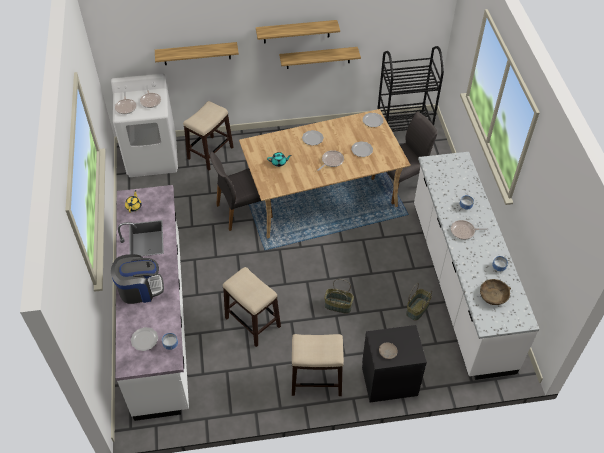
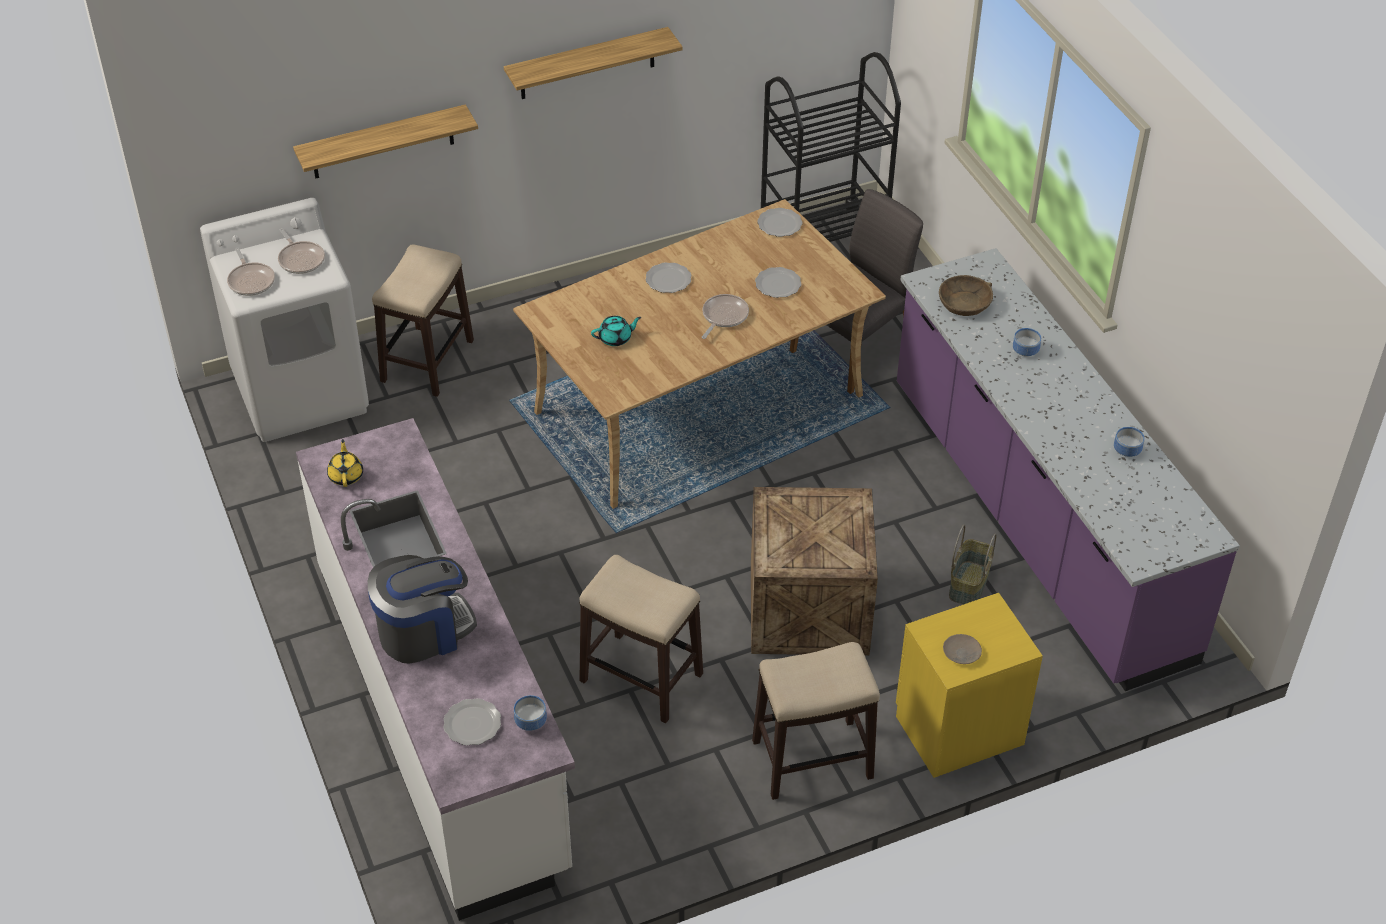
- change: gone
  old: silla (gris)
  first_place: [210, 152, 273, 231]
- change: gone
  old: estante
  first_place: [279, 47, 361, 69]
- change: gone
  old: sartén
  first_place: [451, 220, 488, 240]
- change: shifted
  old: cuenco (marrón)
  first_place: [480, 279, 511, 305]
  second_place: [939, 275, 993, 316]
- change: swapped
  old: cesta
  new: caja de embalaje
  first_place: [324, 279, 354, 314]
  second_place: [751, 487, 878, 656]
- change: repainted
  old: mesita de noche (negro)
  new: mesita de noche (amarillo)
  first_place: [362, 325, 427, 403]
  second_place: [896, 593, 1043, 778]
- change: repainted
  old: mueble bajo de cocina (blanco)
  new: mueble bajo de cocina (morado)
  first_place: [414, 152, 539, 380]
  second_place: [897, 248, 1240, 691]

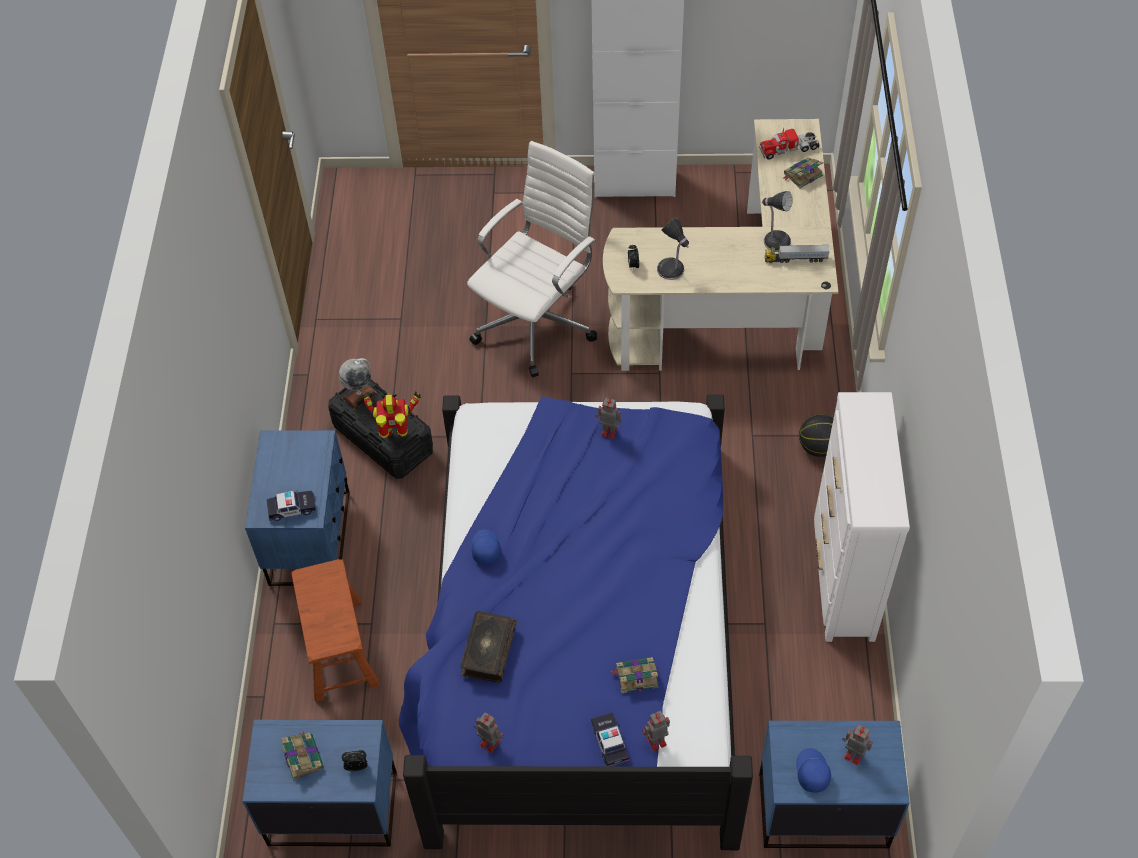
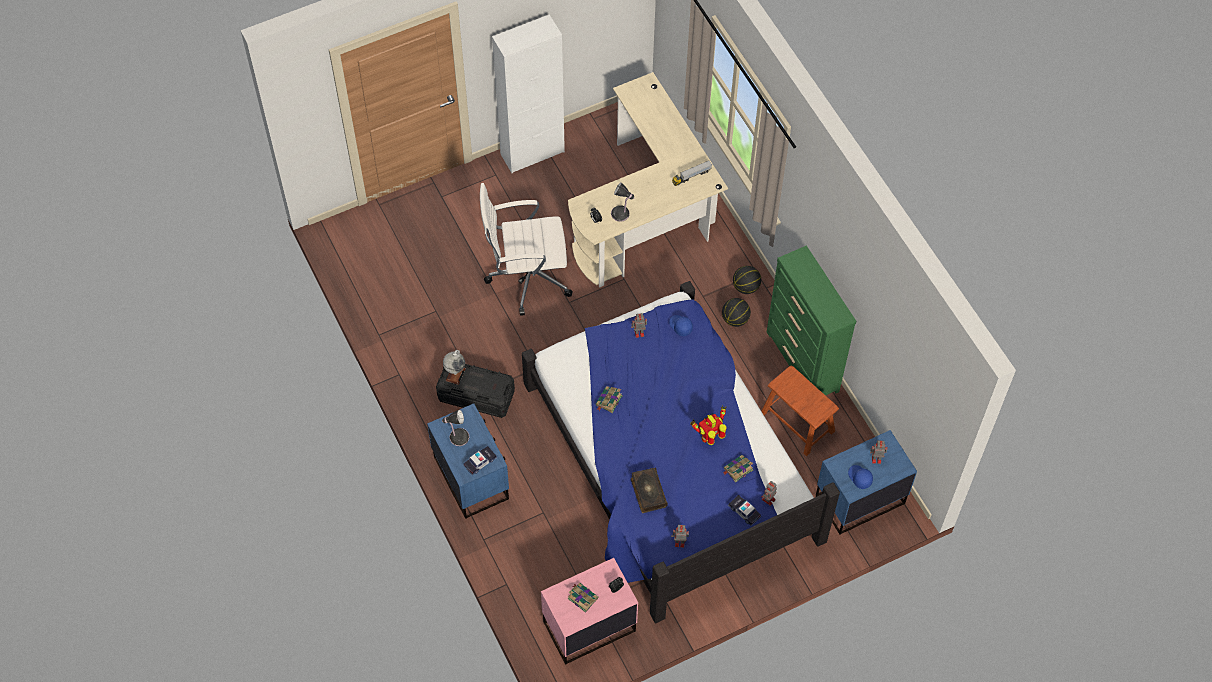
- change: gone
  old: camión de juguete
  first_place: [759, 127, 820, 159]
- change: new
  new: balón de baloncesto
  second_place: [722, 298, 751, 327]
- change: shifted
  old: taburete (marrón)
  first_place: [291, 559, 380, 702]
  second_place: [761, 366, 839, 456]
- change: shifted
  old: robot de juguete
  first_place: [363, 392, 421, 438]
  second_place: [690, 406, 727, 445]
- change: shifted
  old: gorra (azul)
  first_place: [472, 529, 501, 566]
  second_place: [669, 315, 693, 336]
- change: shifted
  old: lámpara de mesa
  first_place: [762, 191, 793, 252]
  second_place: [442, 410, 469, 446]
- change: shifted
  old: libro
  first_place: [783, 157, 823, 189]
  second_place: [596, 386, 623, 413]
- change: repainted
  old: mesita de noche (azul)
  new: mesita de noche (rosa)
  first_place: [242, 720, 397, 847]
  second_place: [541, 558, 638, 664]
- change: repainted
  old: cómoda (blanco)
  new: cómoda (verde)
  first_place: [814, 392, 910, 642]
  second_place: [767, 245, 856, 395]
- change: rotated
  old: silla de oficina (blanco)
  first_place: [467, 141, 597, 377]
  second_place: [480, 183, 573, 316]
  degrees: -105

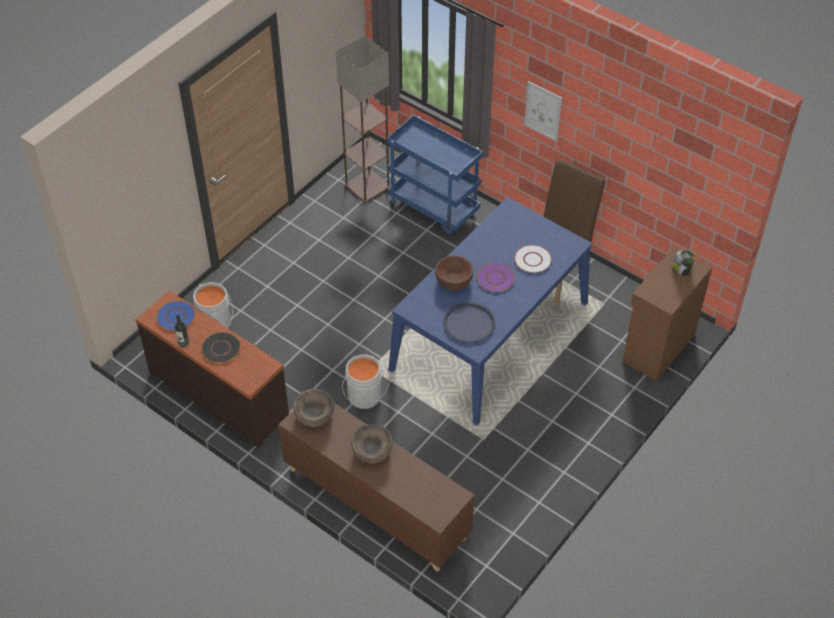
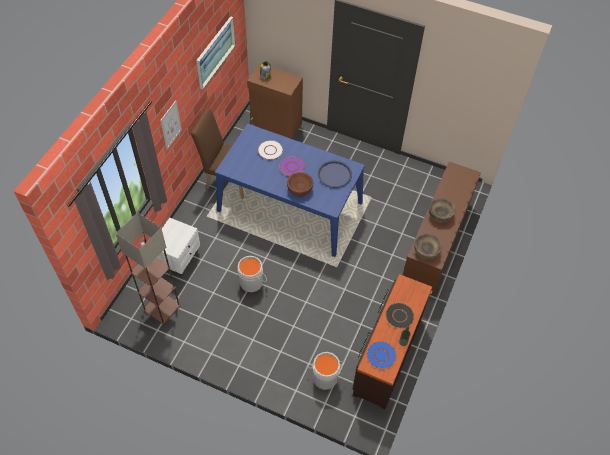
- change: new
  new: cuadro
  second_place: [196, 16, 236, 89]
- change: shifted
  old: cubo (gris)
  first_place: [342, 354, 390, 409]
  second_place: [238, 256, 267, 292]
- change: swapped
  old: carrito (azul)
  new: mesita de noche (blanco)
  first_place: [387, 115, 483, 236]
  second_place: [157, 218, 200, 276]

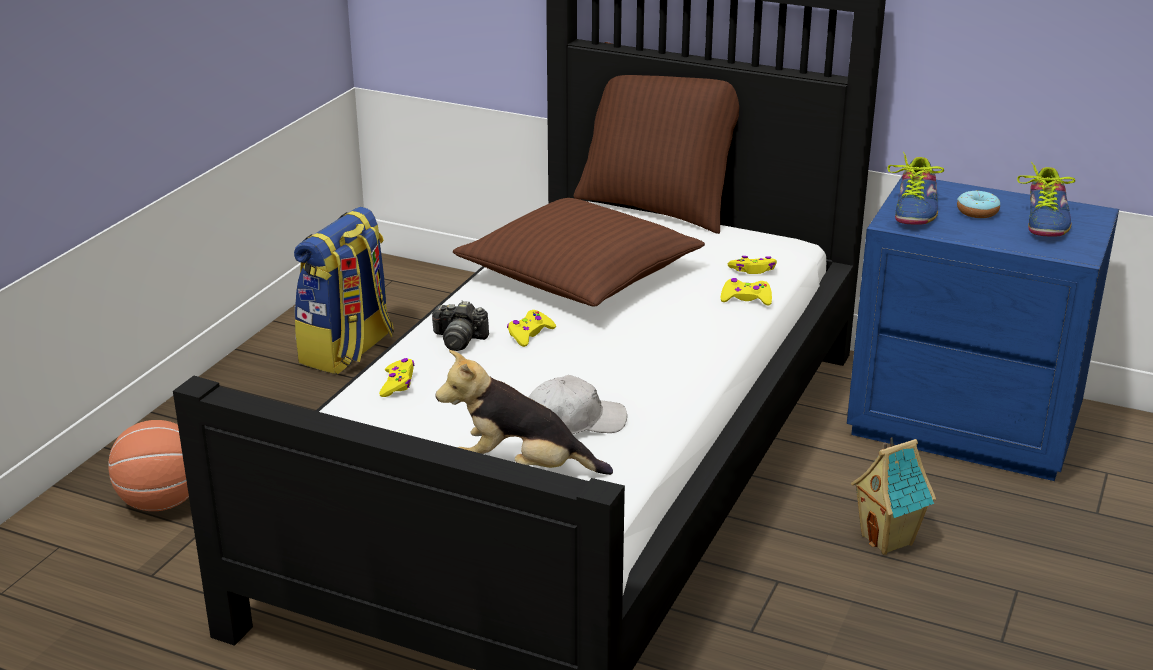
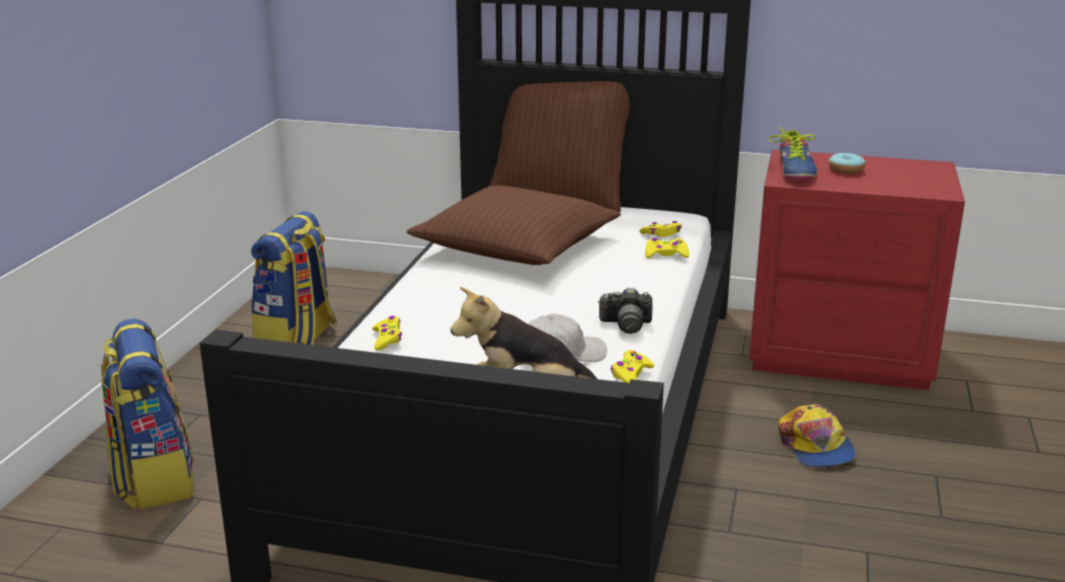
- change: gone
  old: zapato
  first_place: [1017, 162, 1075, 237]
- change: shifted
  old: cámara
  first_place: [431, 301, 489, 351]
  second_place: [598, 287, 653, 334]
- change: shifted
  old: mando de consola (amarillo)
  first_place: [507, 310, 556, 347]
  second_place: [611, 350, 654, 383]
- change: swapped
  old: balón de baloncesto
  new: mochila
  first_place: [108, 420, 189, 511]
  second_place: [101, 319, 194, 509]
- change: swapped
  old: casita
  new: gorra
  first_place: [851, 437, 936, 555]
  second_place: [778, 404, 856, 468]
- change: repainted
  old: mesita de noche (azul)
  new: mesita de noche (rojo)
  first_place: [846, 177, 1119, 481]
  second_place: [749, 149, 965, 390]

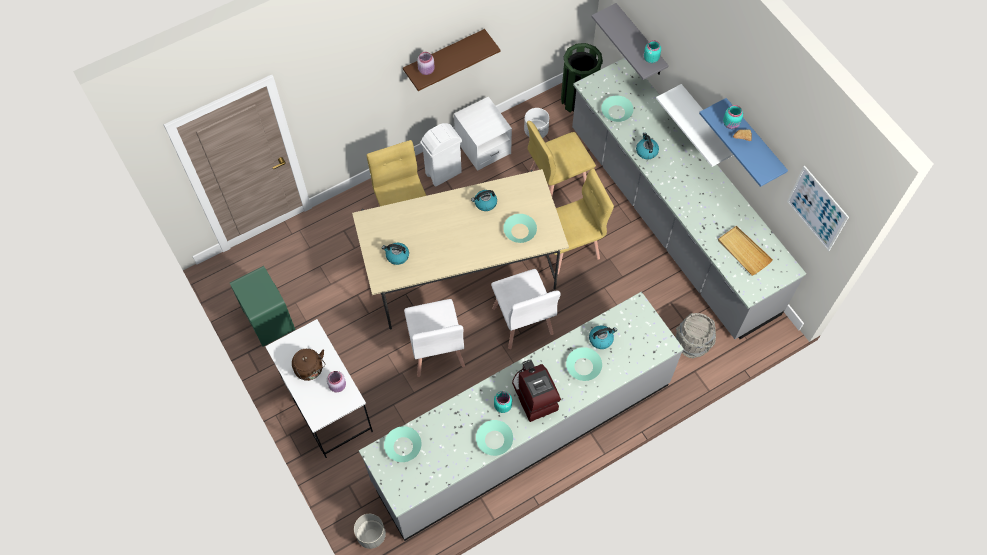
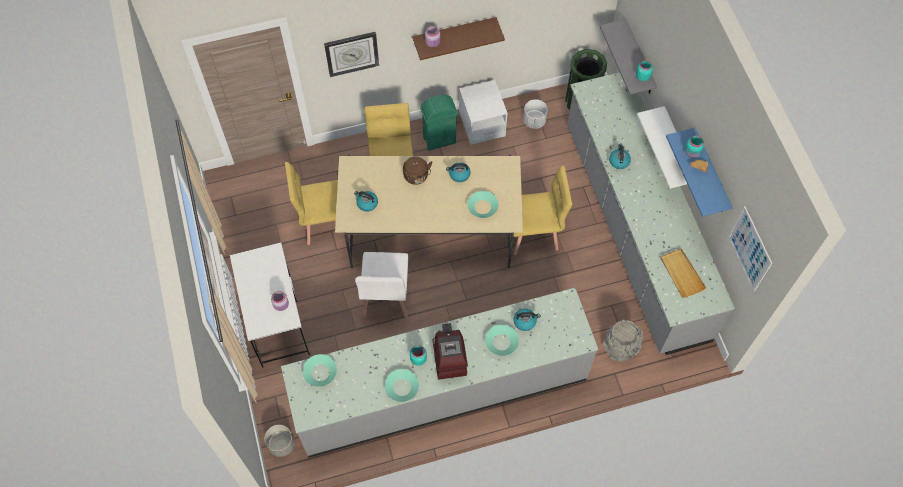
- change: gone
  old: mesita de noche (verde)
  first_place: [230, 266, 296, 347]
- change: gone
  old: silla (blanco)
  first_place: [491, 269, 561, 349]
- change: gone
  old: cuenco (turquesa)
  first_place: [601, 95, 633, 122]
- change: new
  new: reloj de pared
  second_place: [324, 32, 379, 77]
- change: shifted
  old: hervidor (marrón)
  first_place: [292, 349, 325, 381]
  second_place: [403, 156, 432, 185]
- change: shifted
  old: silla (amarillo)
  first_place: [527, 121, 596, 196]
  second_place: [285, 162, 351, 245]
- change: repainted
  old: papelera (blanco)
  new: papelera (verde)
  first_place: [420, 123, 462, 187]
  second_place: [420, 95, 458, 151]

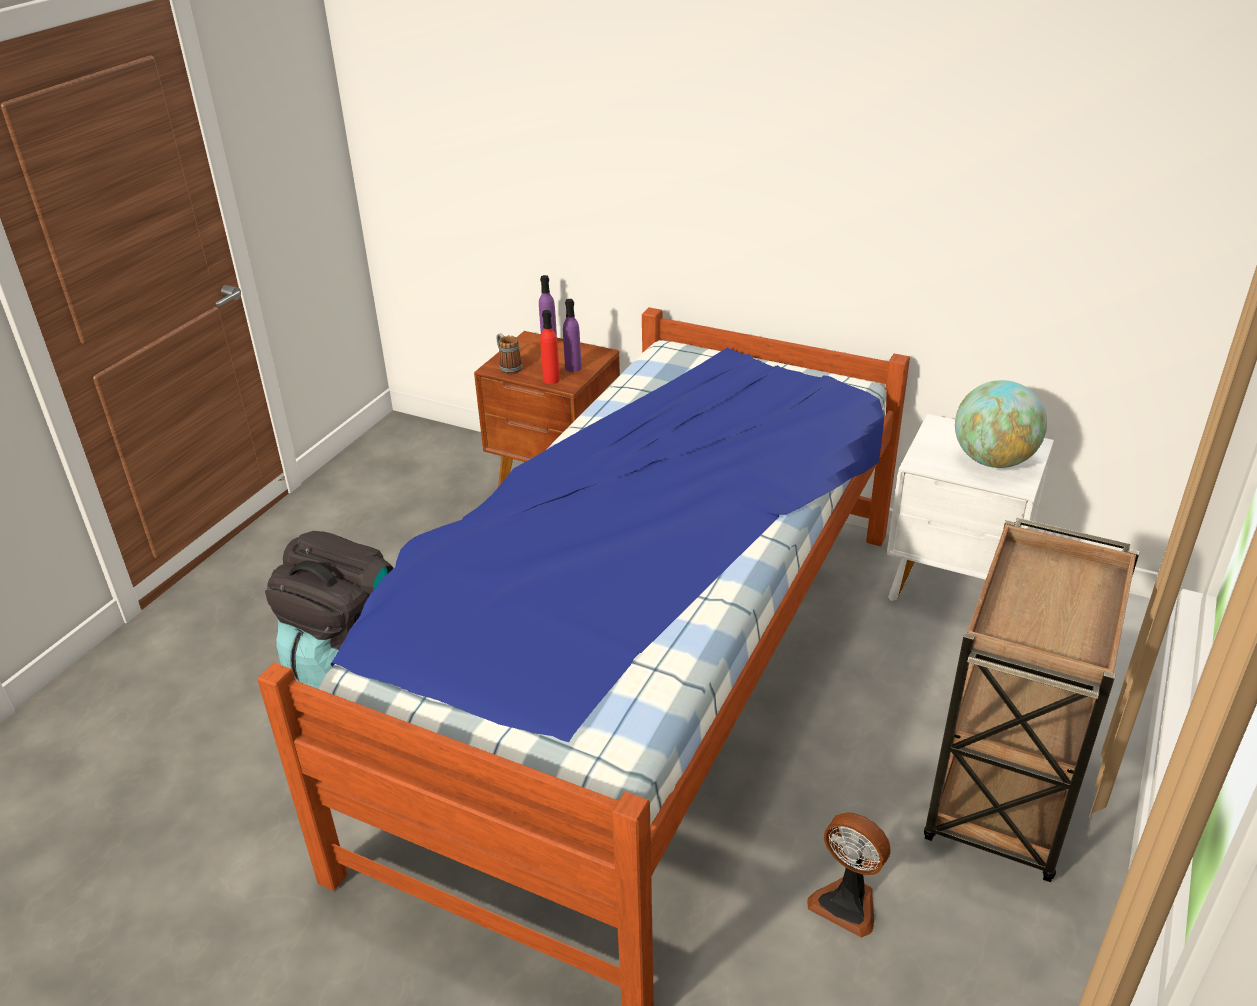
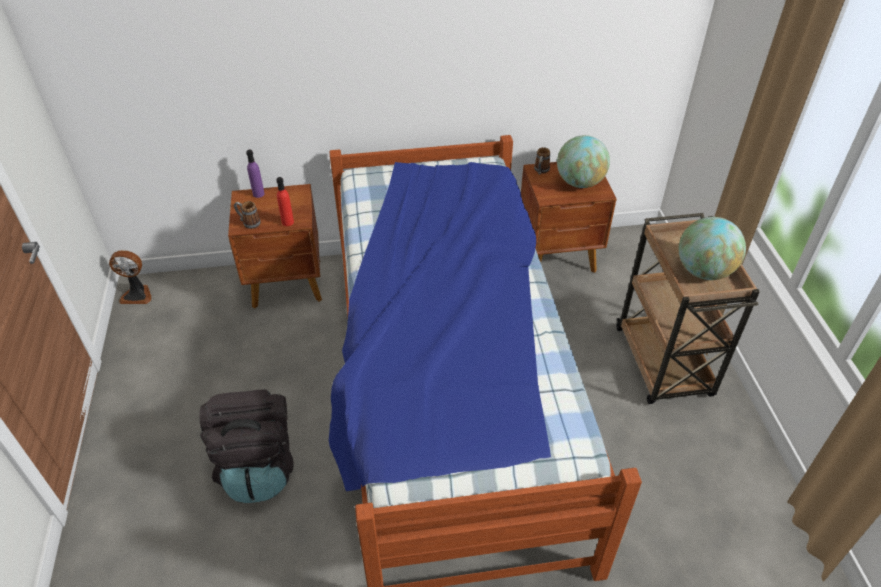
- change: gone
  old: botella (morado)
  first_place: [563, 299, 582, 372]
- change: new
  new: taza grande
  second_place: [534, 147, 550, 175]
- change: new
  new: globo terráqueo
  second_place: [679, 217, 746, 280]
- change: shifted
  old: ventilador
  first_place: [807, 812, 890, 937]
  second_place: [109, 250, 151, 304]
- change: repainted
  old: mesita de noche (blanco)
  new: mesita de noche (marrón)
  first_place: [887, 414, 1054, 601]
  second_place: [521, 162, 617, 273]

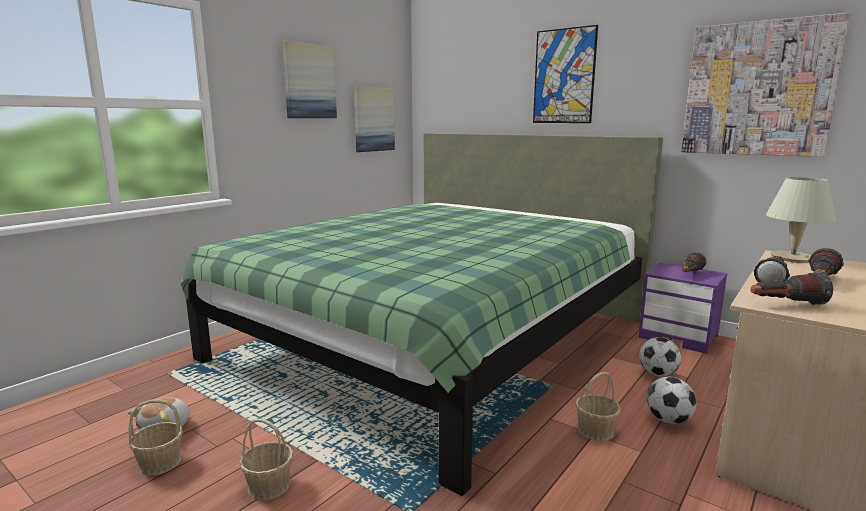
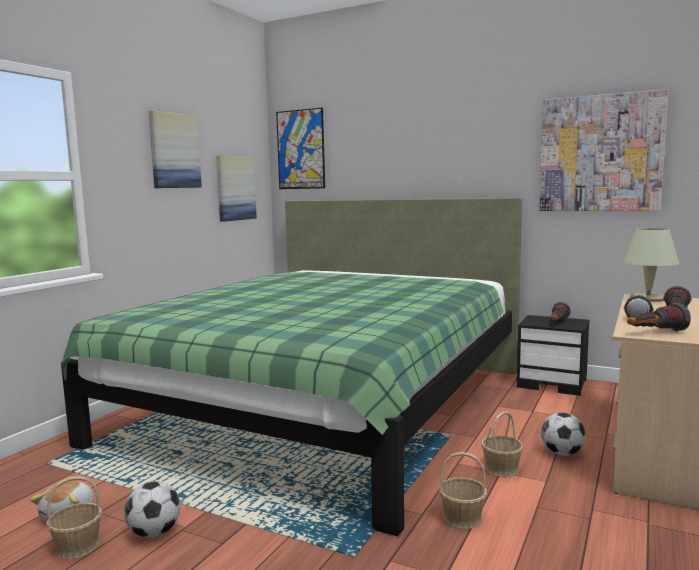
- change: shifted
  old: cesta
  first_place: [239, 418, 293, 500]
  second_place: [439, 452, 487, 529]
- change: shifted
  old: cuadro
  first_place: [533, 25, 598, 123]
  second_place: [276, 108, 325, 189]
- change: shifted
  old: balón de fútbol
  first_place: [639, 337, 681, 376]
  second_place: [124, 481, 180, 538]
- change: repainted
  old: mesita de noche (morado)
  new: mesita de noche (negro)
  first_place: [639, 263, 728, 354]
  second_place: [517, 315, 590, 396]

